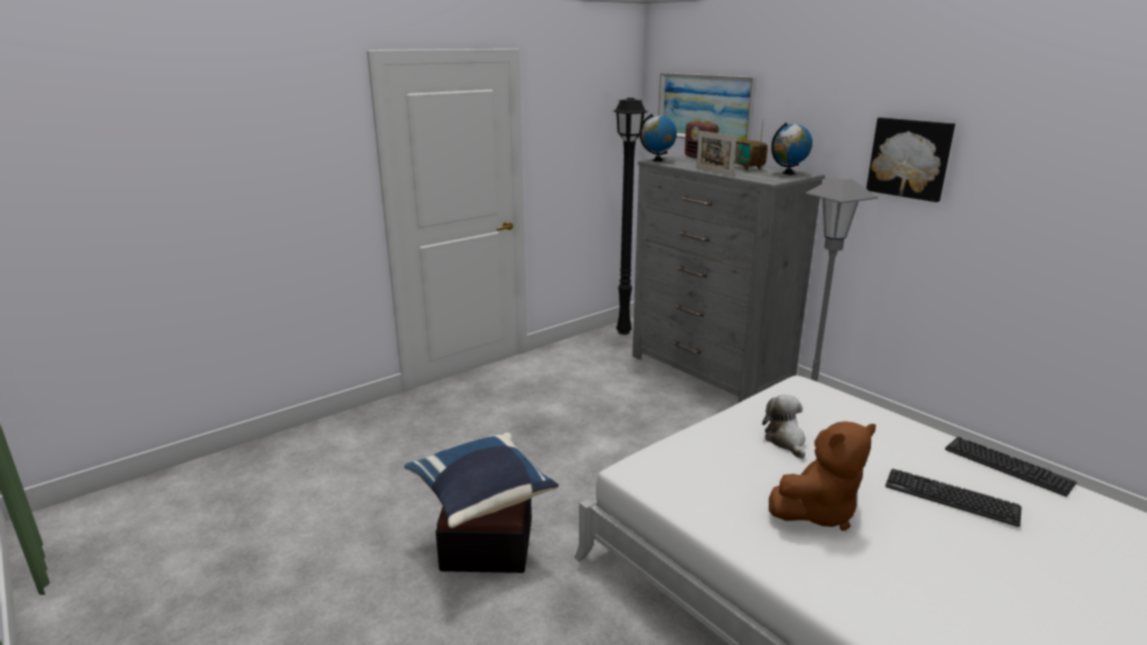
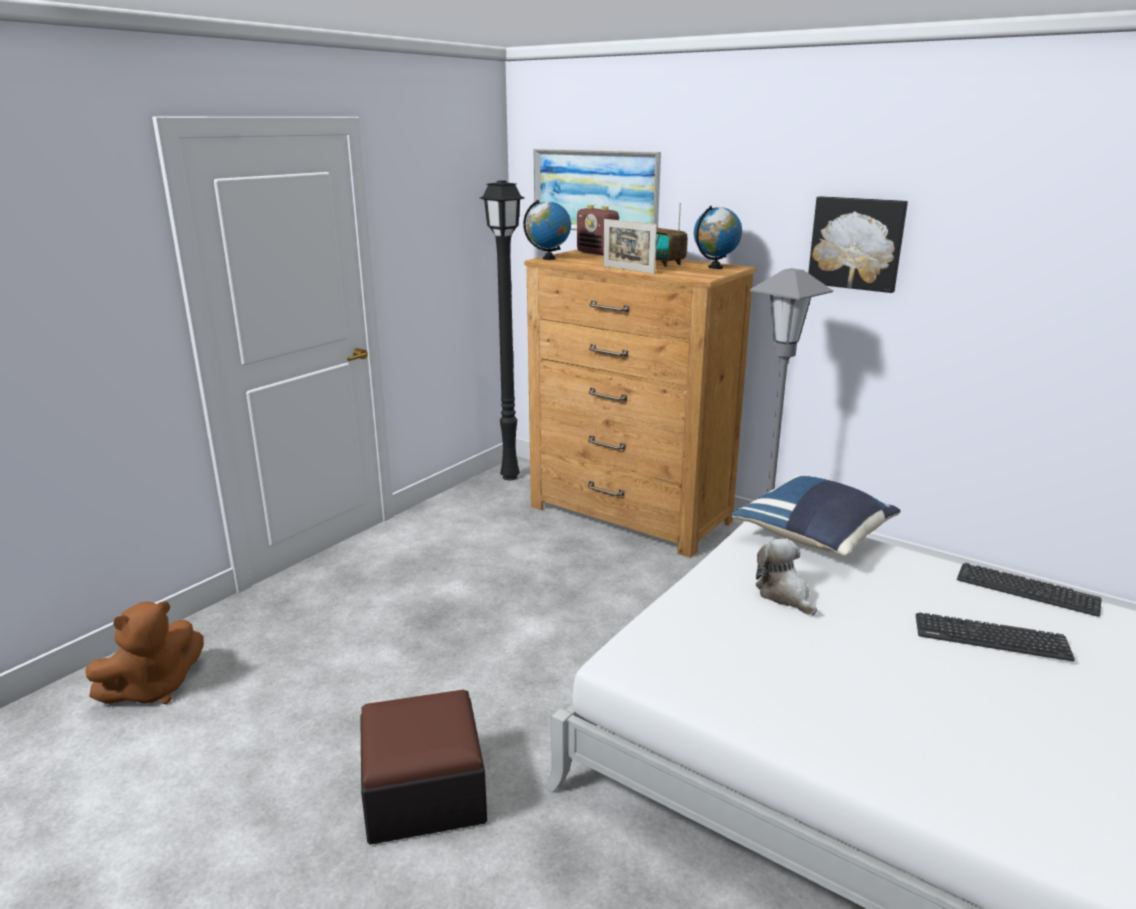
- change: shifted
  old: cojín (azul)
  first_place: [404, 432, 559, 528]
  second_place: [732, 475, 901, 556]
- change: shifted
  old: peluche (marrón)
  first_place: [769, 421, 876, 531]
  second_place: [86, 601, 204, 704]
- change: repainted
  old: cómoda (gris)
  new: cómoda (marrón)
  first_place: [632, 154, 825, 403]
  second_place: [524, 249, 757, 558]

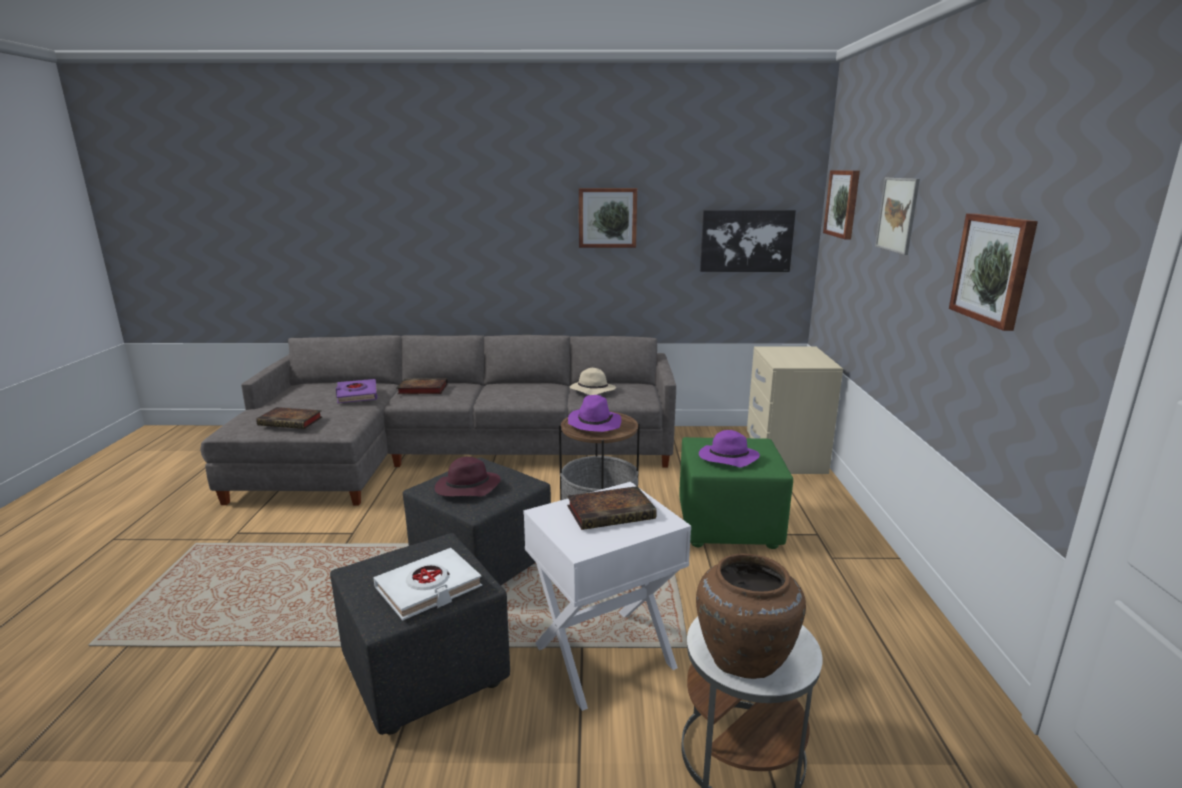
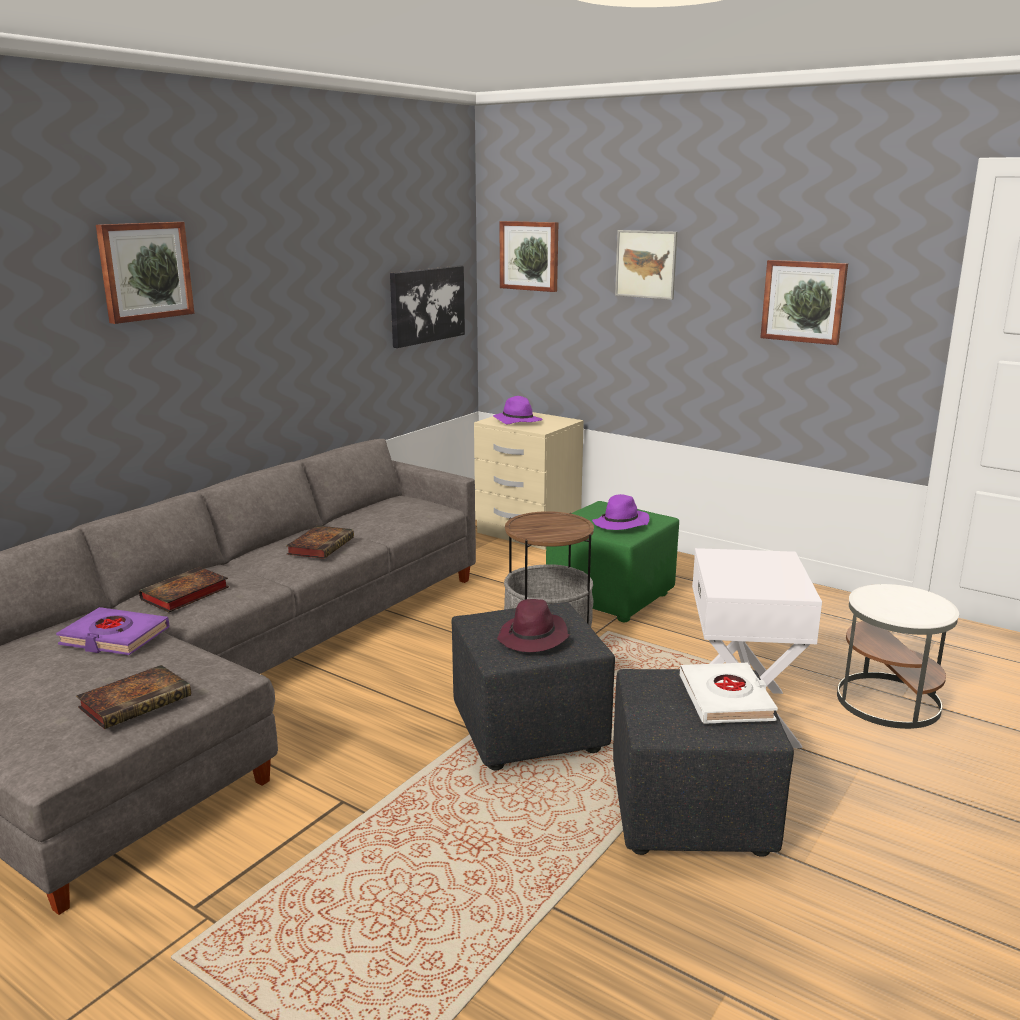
- change: gone
  old: sombrero (beis)
  first_place: [570, 368, 616, 395]
- change: gone
  old: florero (marrón)
  first_place: [696, 554, 806, 679]
- change: shifted
  old: libro
  first_place: [567, 486, 657, 530]
  second_place: [286, 526, 354, 559]
- change: shifted
  old: sombrero (morado)
  first_place: [568, 395, 621, 432]
  second_place: [493, 396, 542, 424]
- change: shifted
  old: cuadro
  first_place: [579, 188, 637, 248]
  second_place: [96, 222, 195, 324]

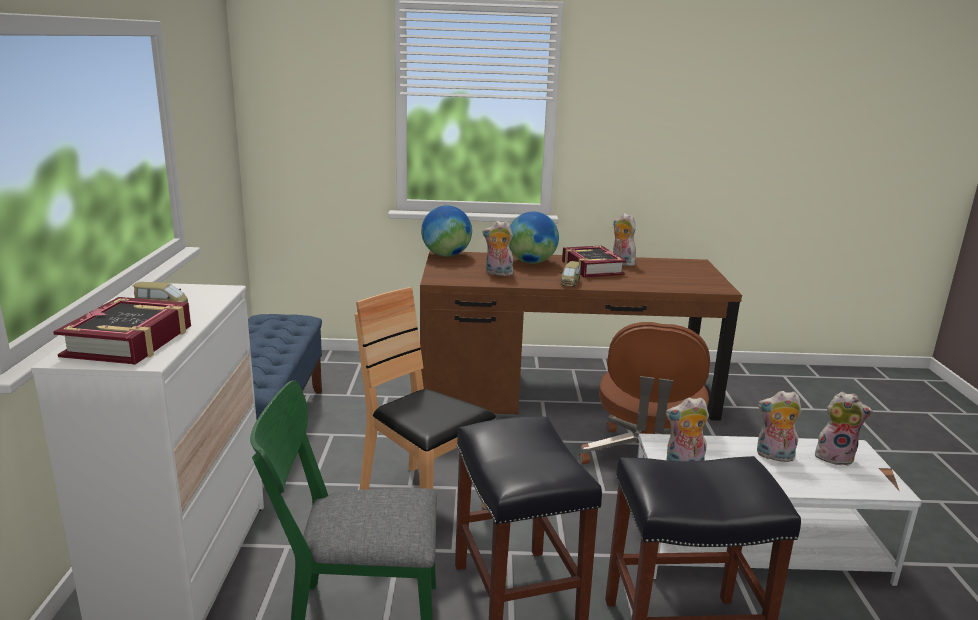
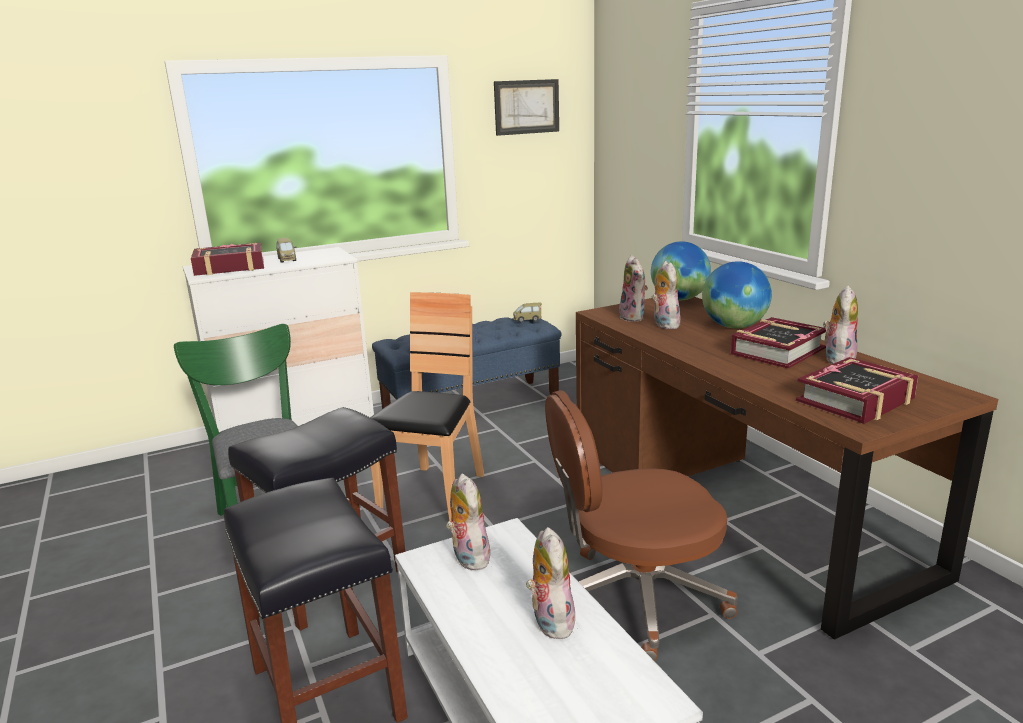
- change: new
  new: cuadro
  second_place: [494, 79, 559, 136]
- change: new
  new: libro
  second_place: [796, 357, 918, 424]
- change: shifted
  old: coche de juguete
  first_place: [560, 261, 581, 287]
  second_place: [513, 303, 542, 322]
- change: shifted
  old: peluche
  first_place: [815, 392, 873, 466]
  second_place: [619, 255, 648, 322]

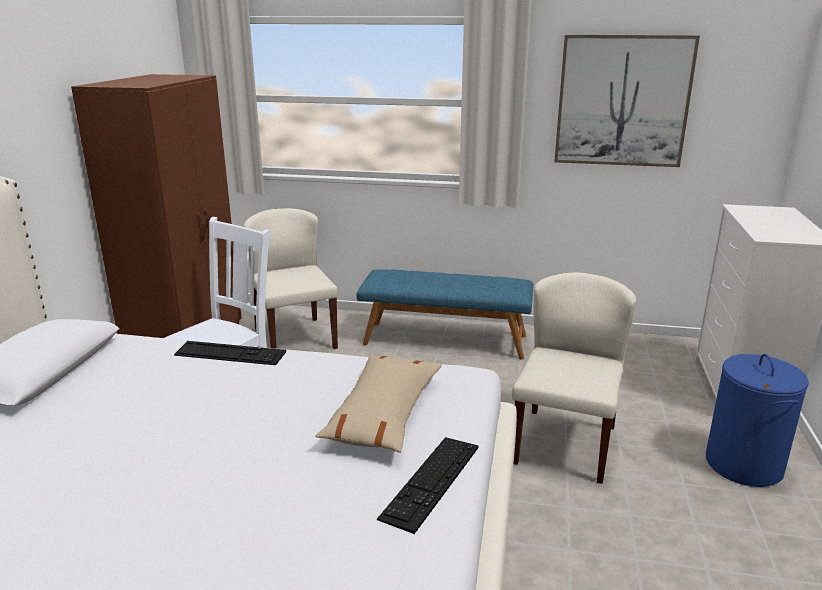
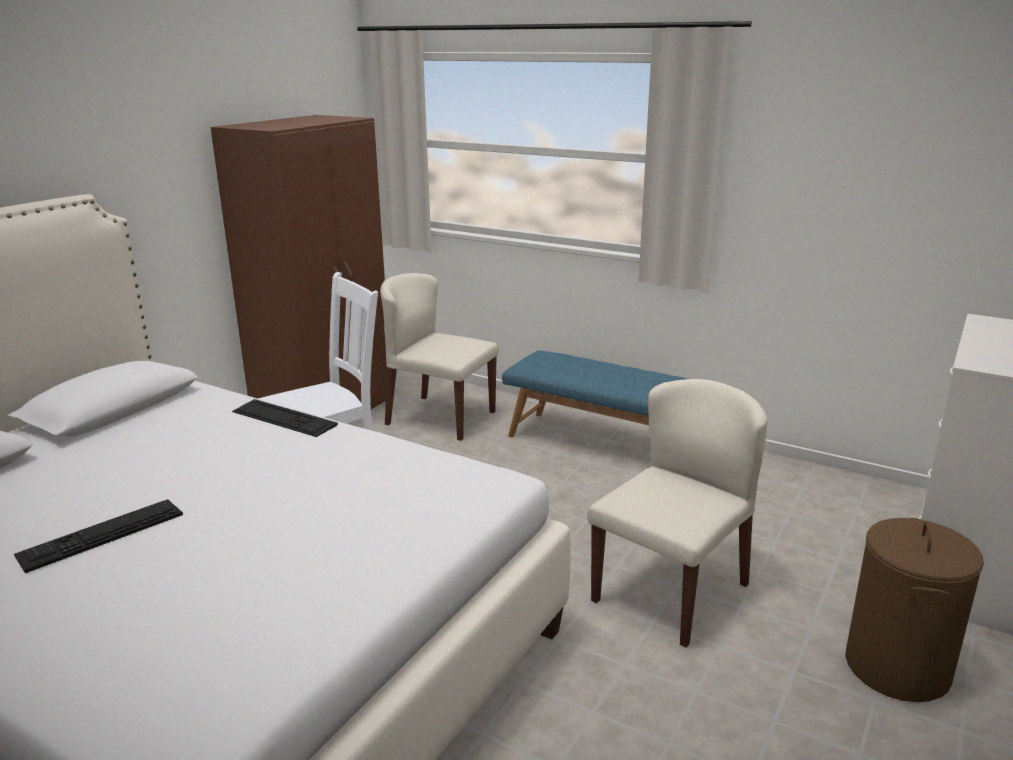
- change: gone
  old: cojín (beis)
  first_place: [315, 355, 442, 453]
- change: gone
  old: cuadro
  first_place: [554, 35, 700, 167]
- change: shifted
  old: teclado
  first_place: [377, 437, 478, 534]
  second_place: [14, 499, 183, 573]
- change: repainted
  old: cesto de la ropa (azul)
  new: cesto de la ropa (marrón)
  first_place: [706, 354, 809, 487]
  second_place: [845, 518, 984, 702]
- change: rotated
  old: silla (beis)
  first_place: [244, 208, 338, 349]
  second_place: [380, 273, 499, 441]
  degrees: -60

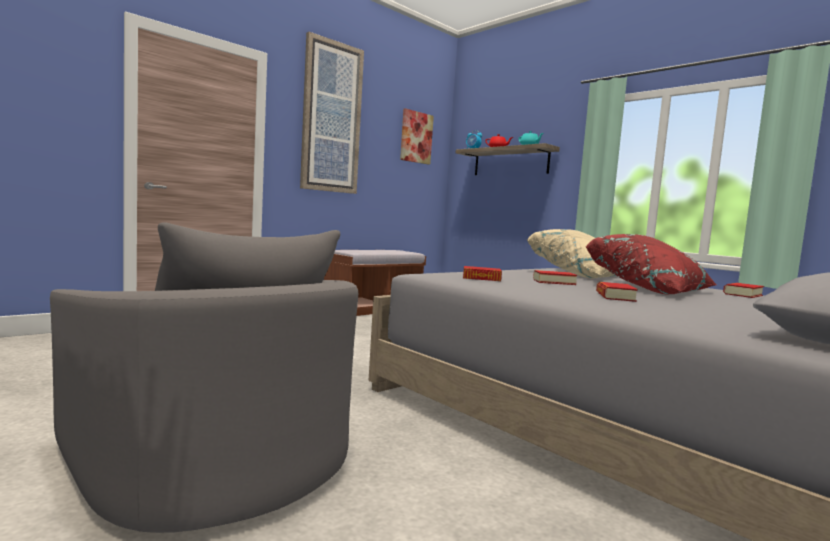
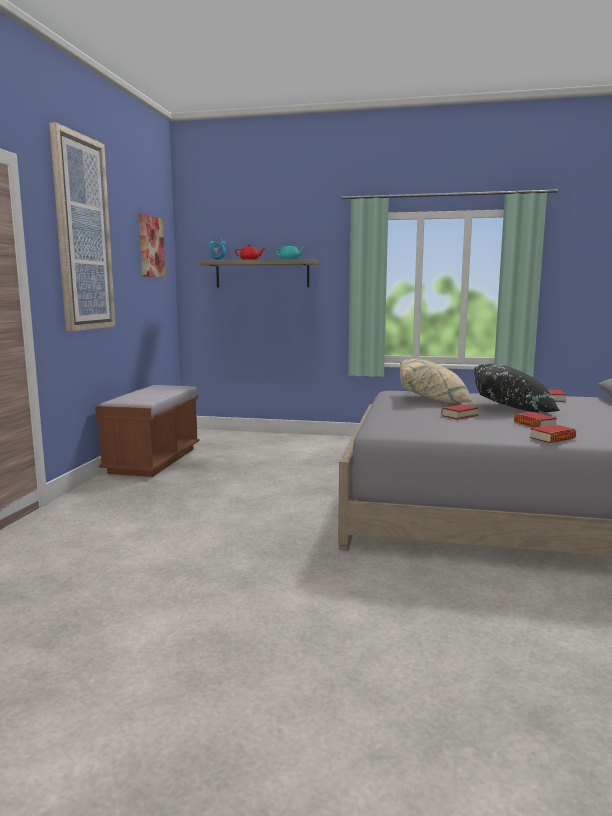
- change: gone
  old: sillón (gris)
  first_place: [50, 222, 358, 533]
- change: shifted
  old: libro
  first_place: [463, 266, 502, 281]
  second_place: [530, 424, 576, 443]
- change: repainted
  old: cojín (rojo)
  new: cojín (negro)
  first_place: [586, 234, 716, 295]
  second_place: [474, 364, 560, 412]

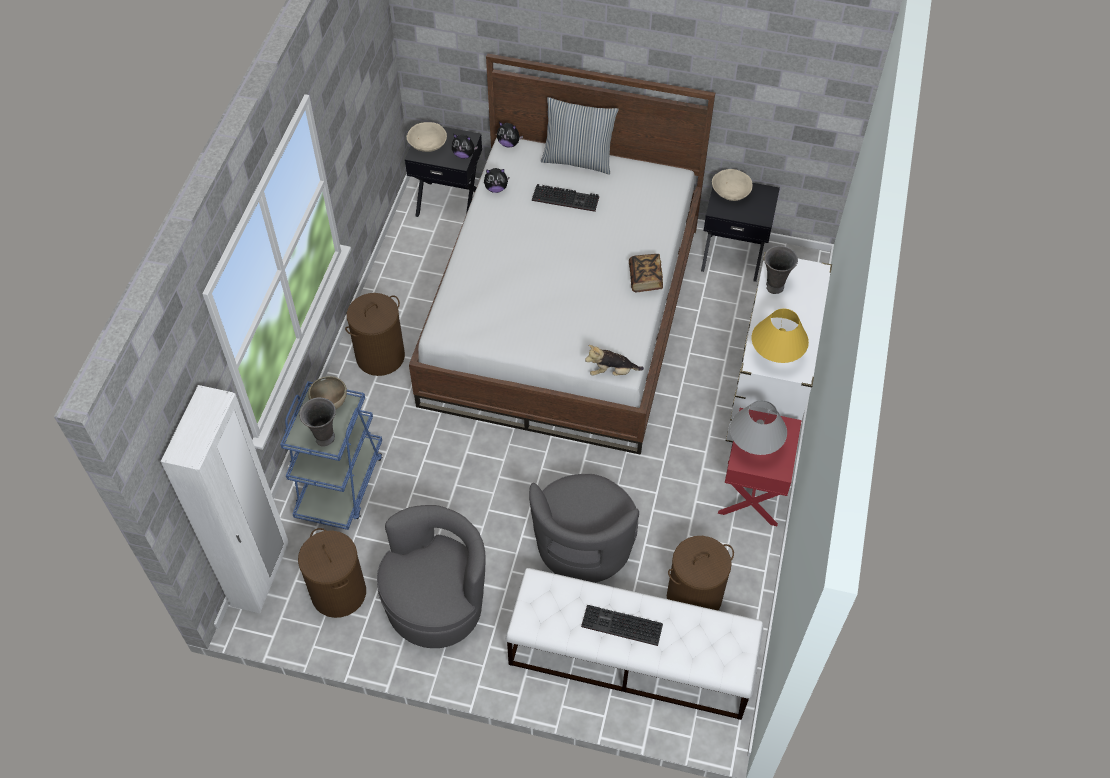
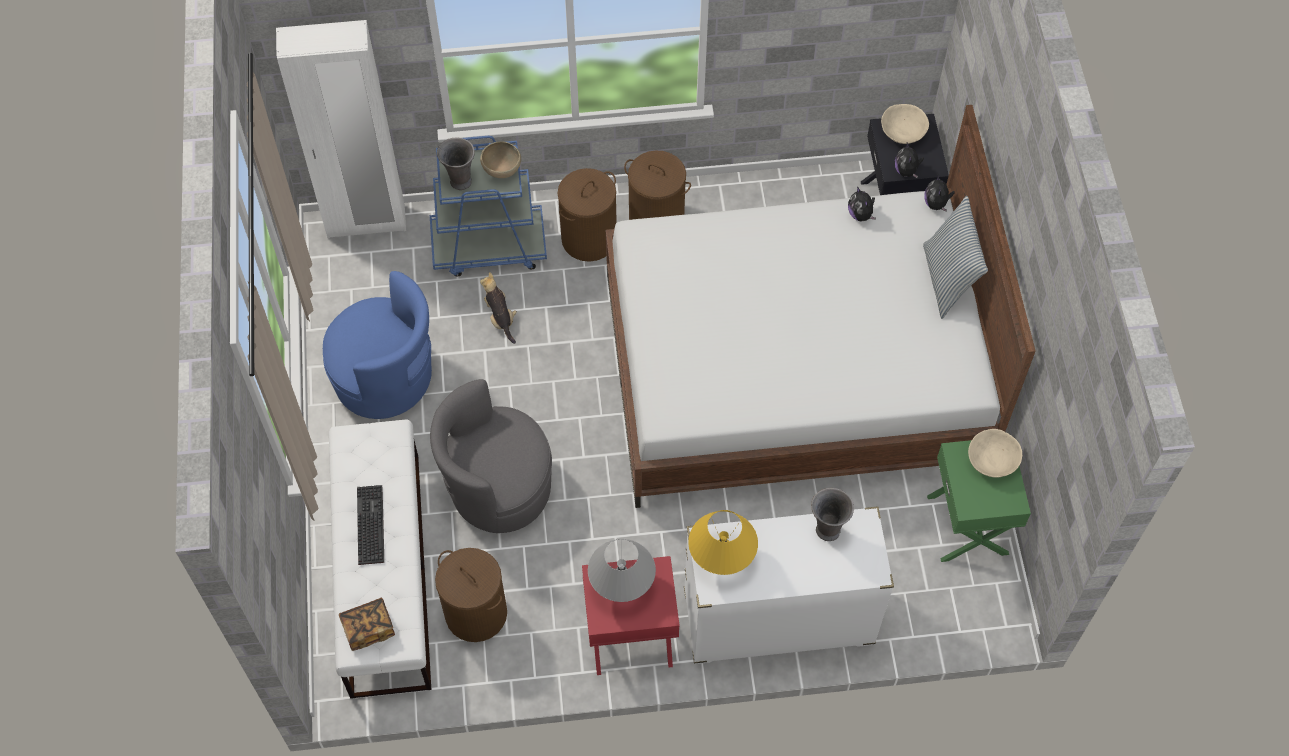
- change: gone
  old: teclado
  first_place: [532, 184, 599, 212]
- change: shifted
  old: cesto de la ropa (marrón)
  first_place: [298, 528, 366, 618]
  second_place: [558, 168, 617, 262]
- change: shifted
  old: peluche
  first_place: [585, 345, 644, 376]
  second_place: [480, 272, 517, 344]
- change: shifted
  old: libro
  first_place: [629, 254, 663, 292]
  second_place: [339, 598, 395, 651]
- change: repainted
  old: sillón (gris)
  new: sillón (azul)
  first_place: [377, 505, 486, 648]
  second_place: [323, 271, 432, 419]
- change: repainted
  old: mesita de noche (negro)
  new: mesita de noche (verde)
  first_place: [701, 183, 780, 282]
  second_place: [927, 440, 1031, 562]

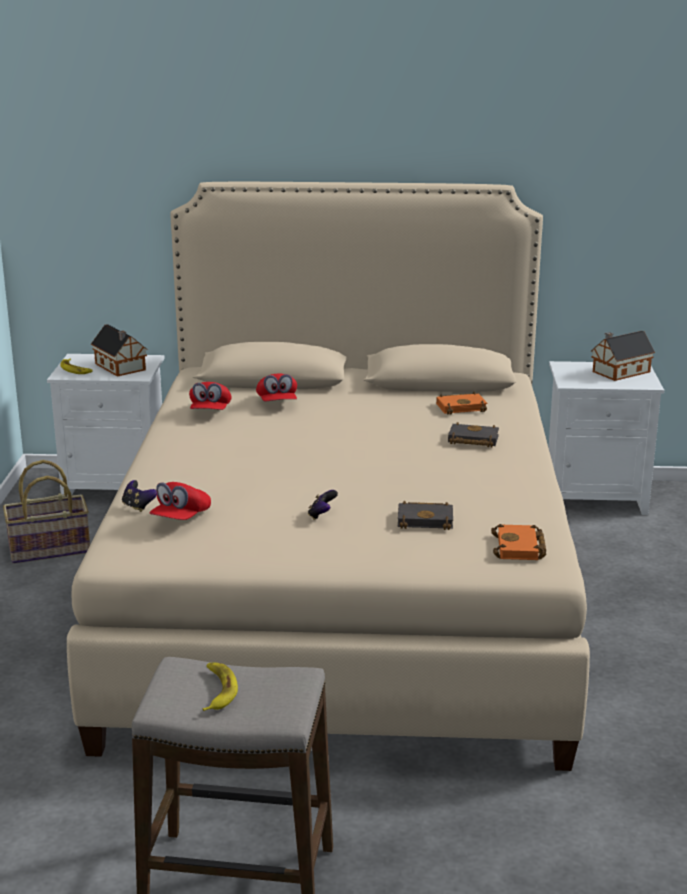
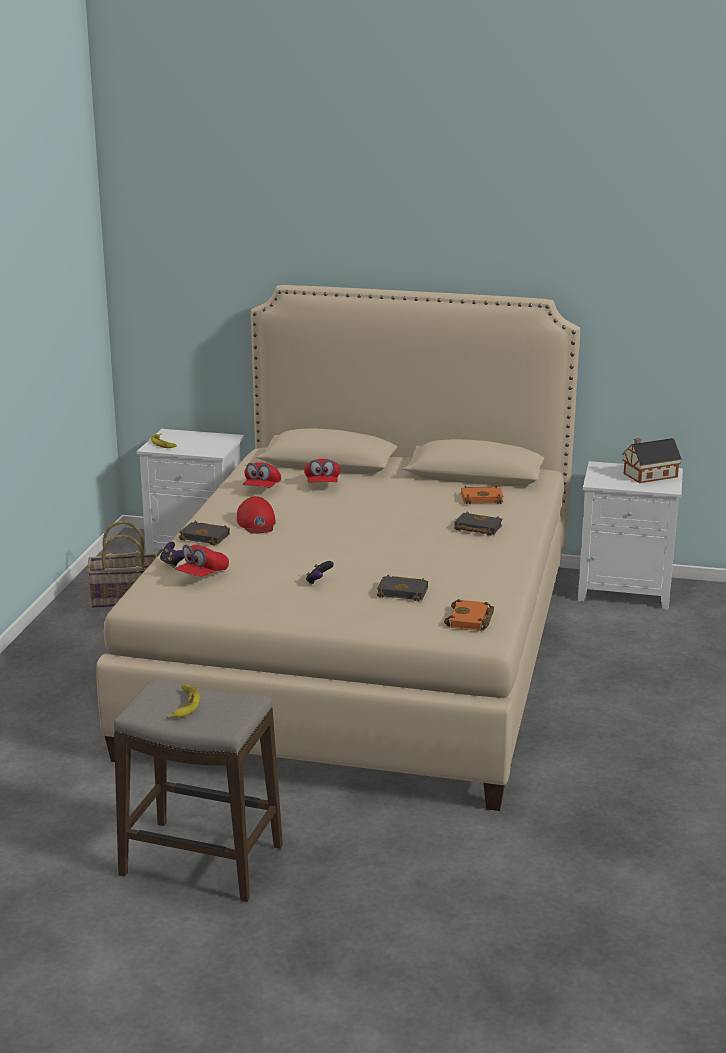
- change: gone
  old: casita
  first_place: [91, 324, 148, 377]
- change: new
  new: libro (negro)
  second_place: [179, 521, 230, 545]
- change: new
  new: gorra (rojo)
  second_place: [237, 496, 276, 534]

